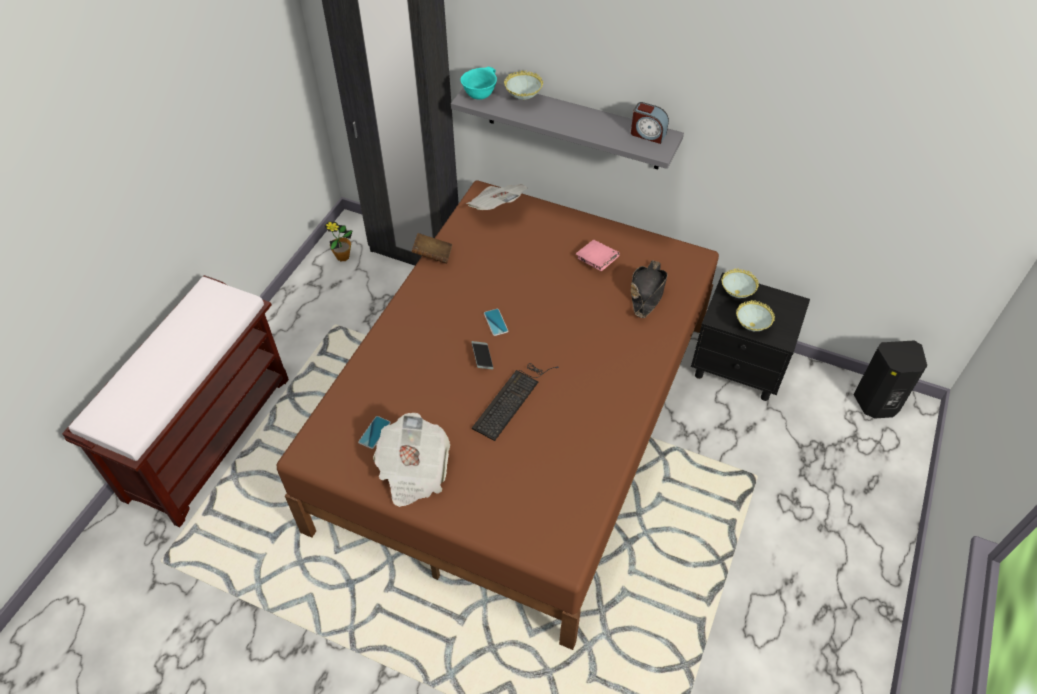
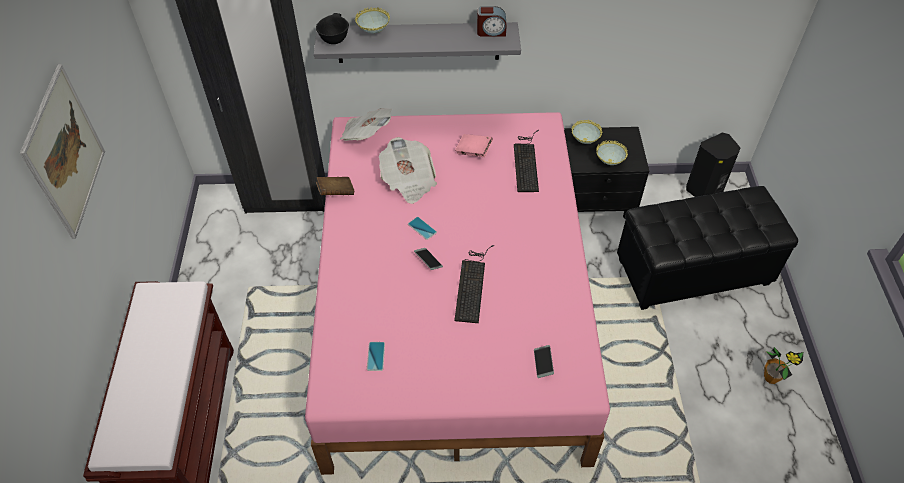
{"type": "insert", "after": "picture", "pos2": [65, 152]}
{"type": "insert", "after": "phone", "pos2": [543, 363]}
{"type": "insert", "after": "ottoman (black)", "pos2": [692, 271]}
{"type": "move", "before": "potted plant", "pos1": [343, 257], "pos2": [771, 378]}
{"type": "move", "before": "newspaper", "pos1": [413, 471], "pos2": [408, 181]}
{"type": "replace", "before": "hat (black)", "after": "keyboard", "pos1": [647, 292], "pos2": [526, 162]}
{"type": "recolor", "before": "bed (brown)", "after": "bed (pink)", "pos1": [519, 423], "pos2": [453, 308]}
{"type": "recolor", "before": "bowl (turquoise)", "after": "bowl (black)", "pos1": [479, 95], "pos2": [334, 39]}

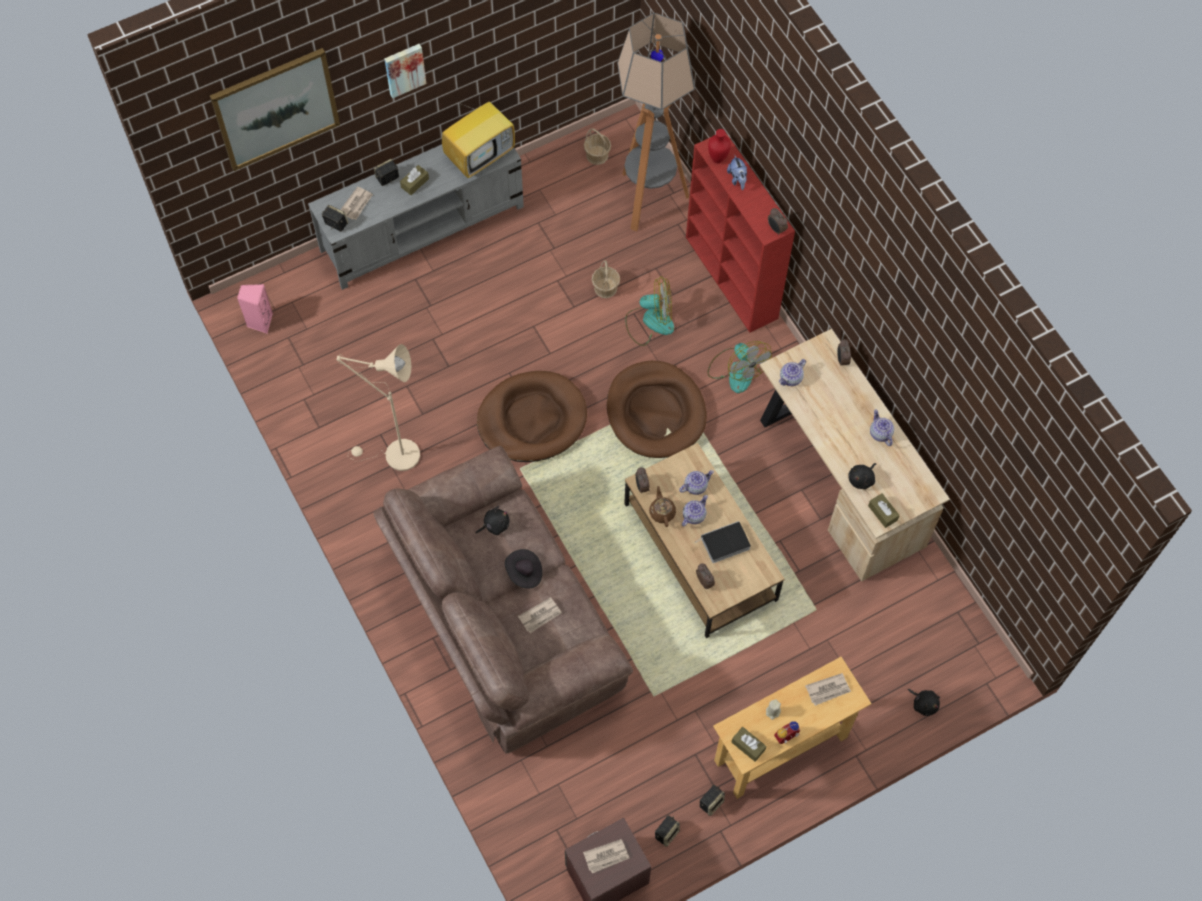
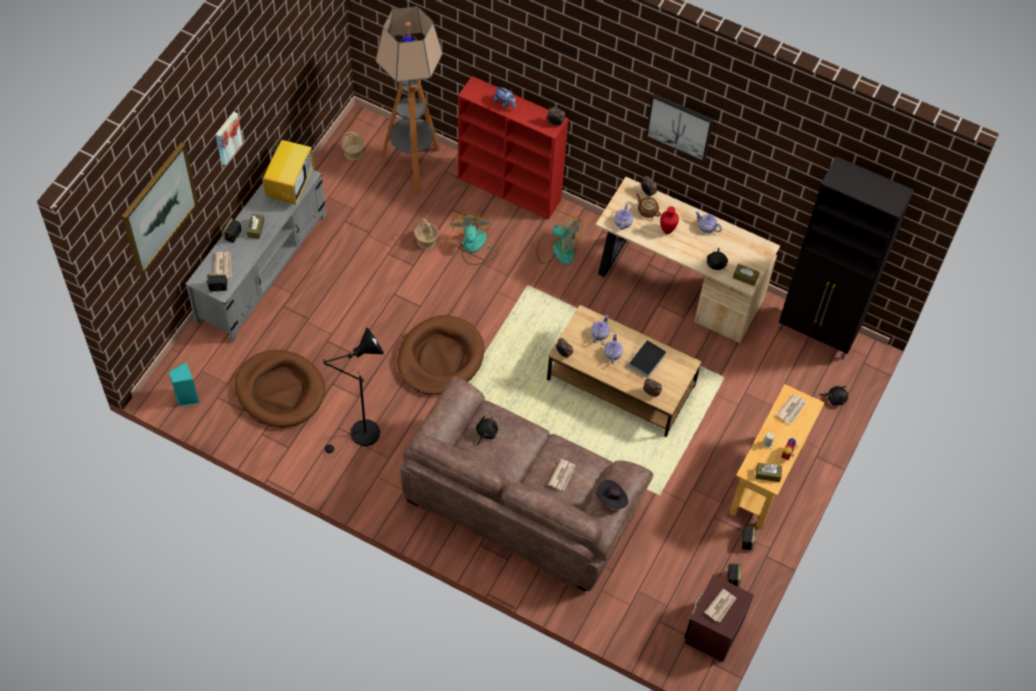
{"type": "insert", "after": "picture", "pos2": [680, 126]}
{"type": "insert", "after": "cabinet (black)", "pos2": [817, 335]}
{"type": "move", "before": "hat (black)", "pos1": [524, 573], "pos2": [612, 499]}
{"type": "move", "before": "dog bed (brown)", "pos1": [656, 412], "pos2": [280, 391]}
{"type": "move", "before": "teapot (brown)", "pos1": [662, 512], "pos2": [647, 210]}
{"type": "move", "before": "vase (red)", "pos1": [718, 159], "pos2": [667, 230]}
{"type": "recolor", "before": "speaker (pink)", "after": "speaker (turquoise)", "pos1": [259, 321], "pos2": [187, 397]}
{"type": "recolor", "before": "floor lamp (beige)", "after": "floor lamp (black)", "pos1": [395, 456], "pos2": [360, 436]}
{"type": "rotate", "before": "fan", "pos1": [650, 321], "pos2": [474, 247], "turn": -60}

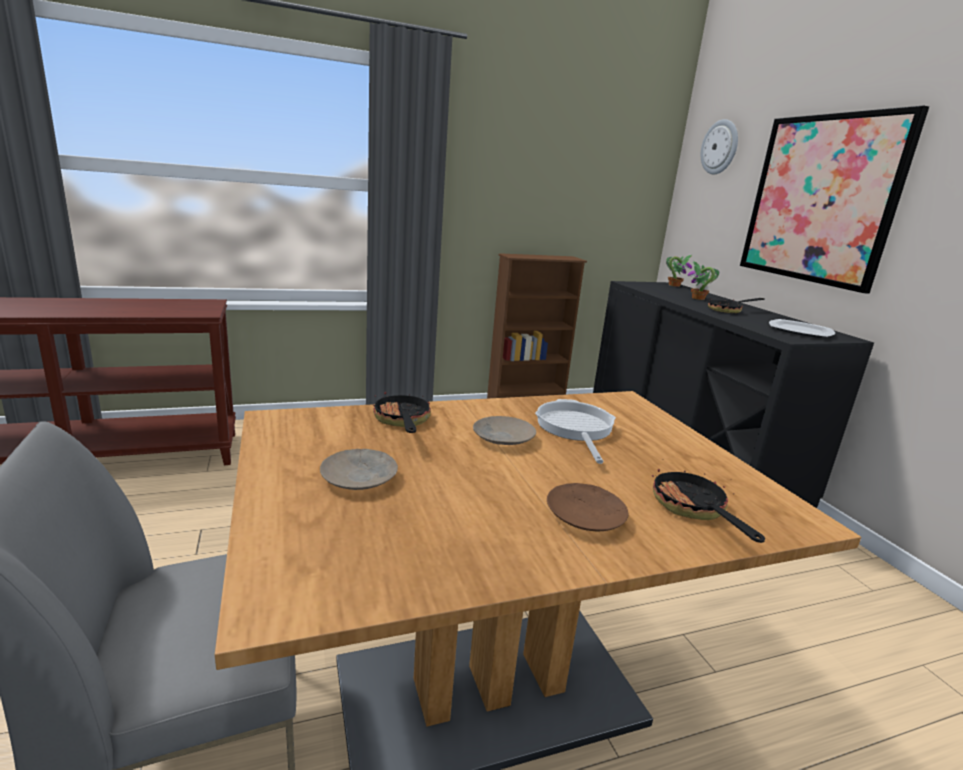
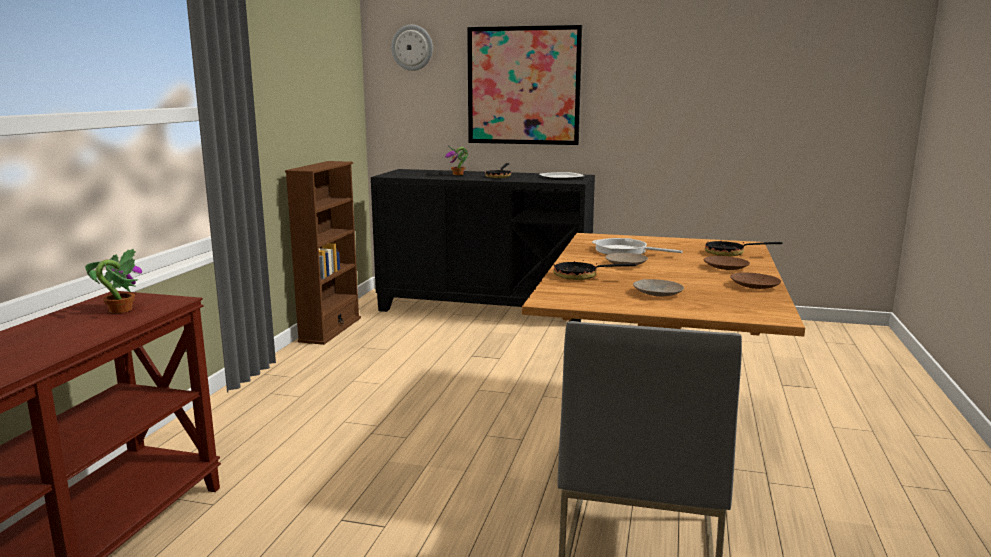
{"type": "insert", "after": "plate (brown)", "pos2": [754, 286]}
{"type": "move", "before": "potted plant", "pos1": [674, 285], "pos2": [120, 310]}

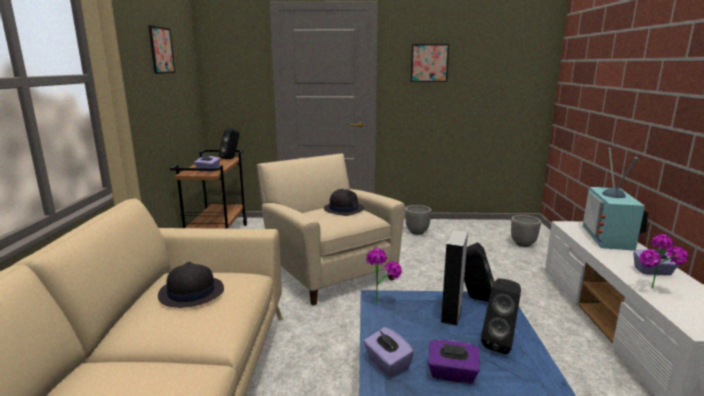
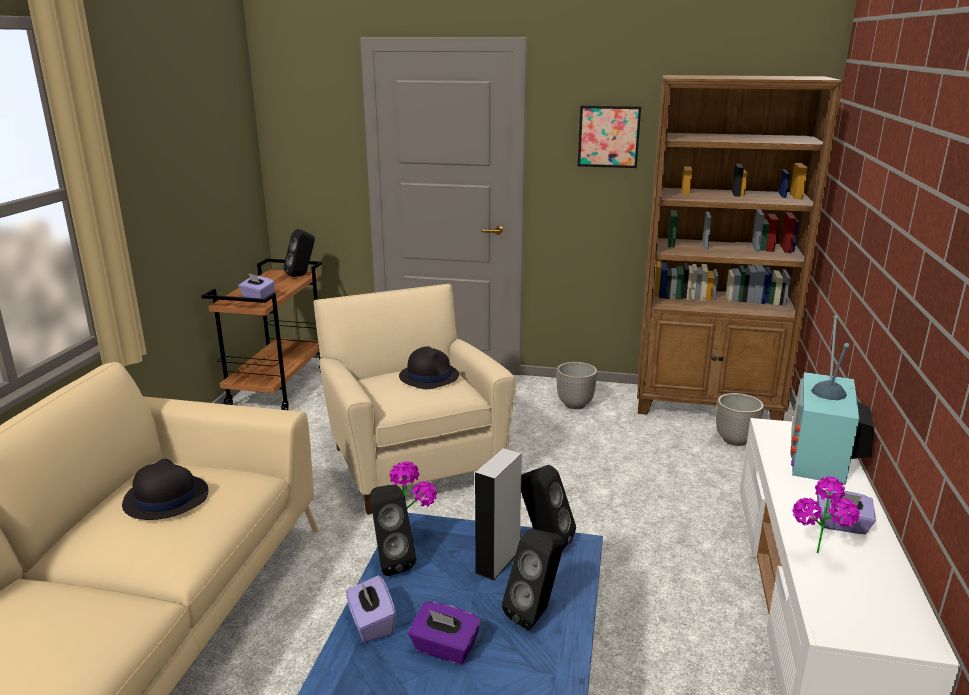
{"type": "delete", "before": "picture", "pos1": [161, 50]}
{"type": "insert", "after": "speaker (black)", "pos2": [390, 562]}
{"type": "insert", "after": "bookcase (brown)", "pos2": [707, 406]}

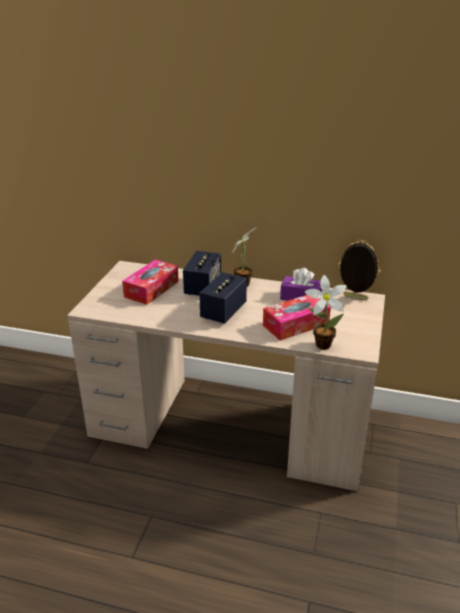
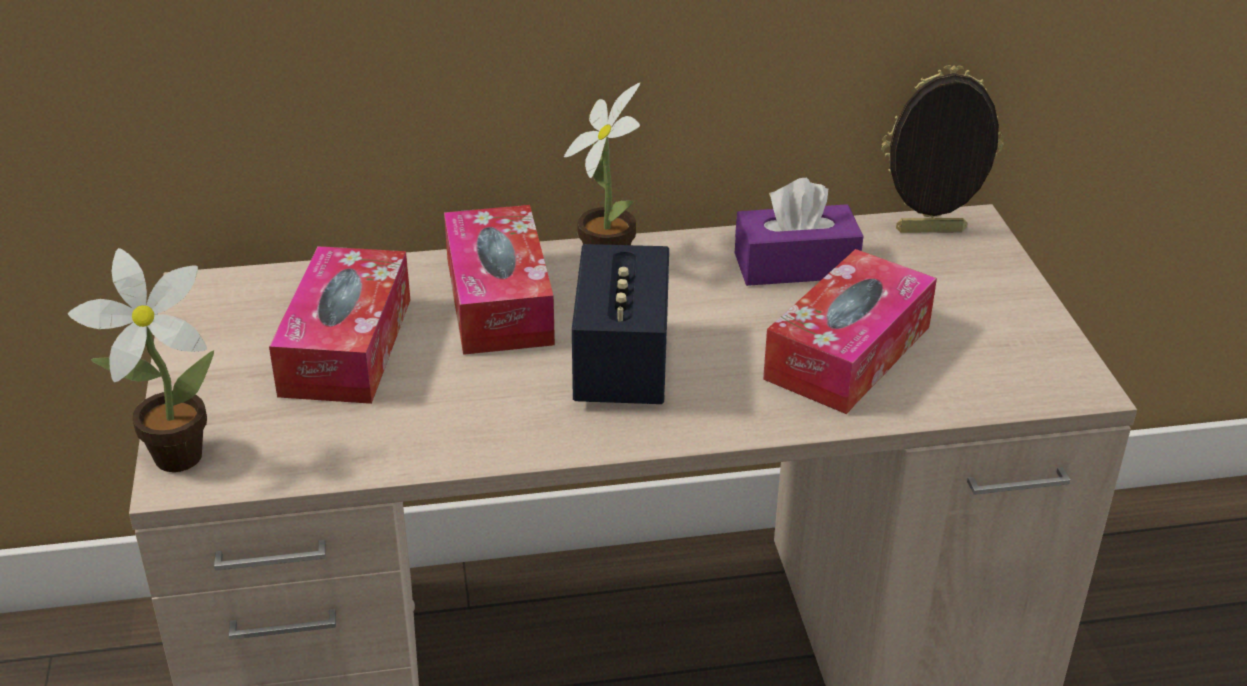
{"type": "move", "before": "potted plant", "pos1": [320, 344], "pos2": [169, 456]}
{"type": "replace", "before": "speaker", "after": "tissue box", "pos1": [203, 287], "pos2": [499, 300]}

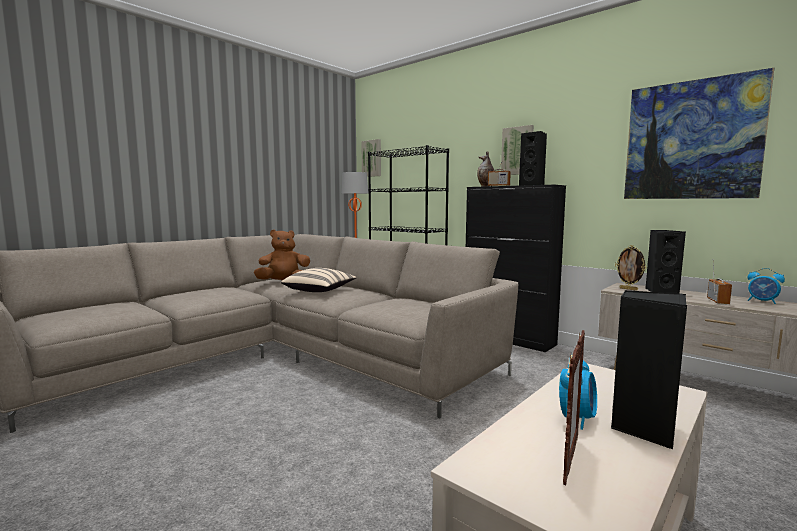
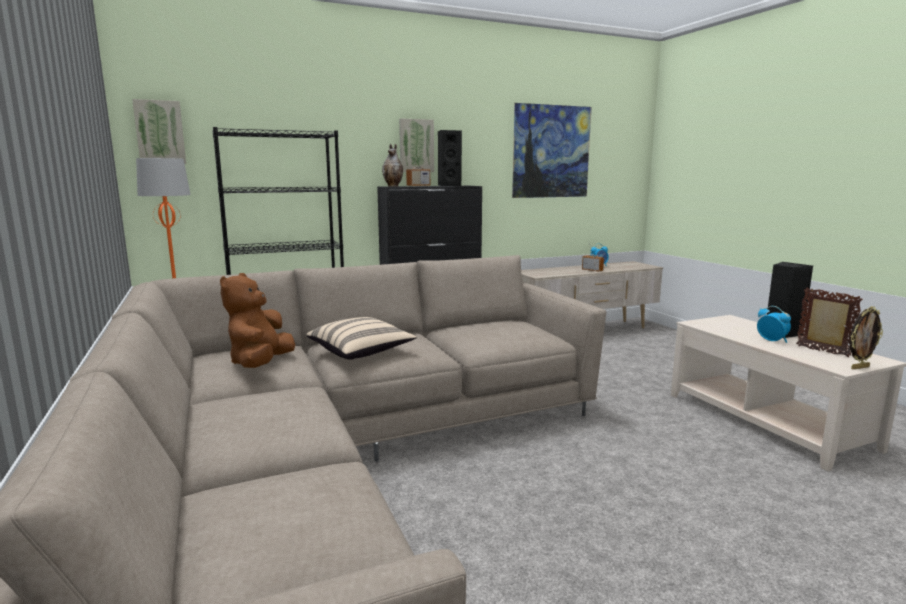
{"type": "delete", "before": "speaker (black)", "pos1": [660, 291]}
{"type": "move", "before": "picture frame", "pos1": [628, 289], "pos2": [859, 367]}

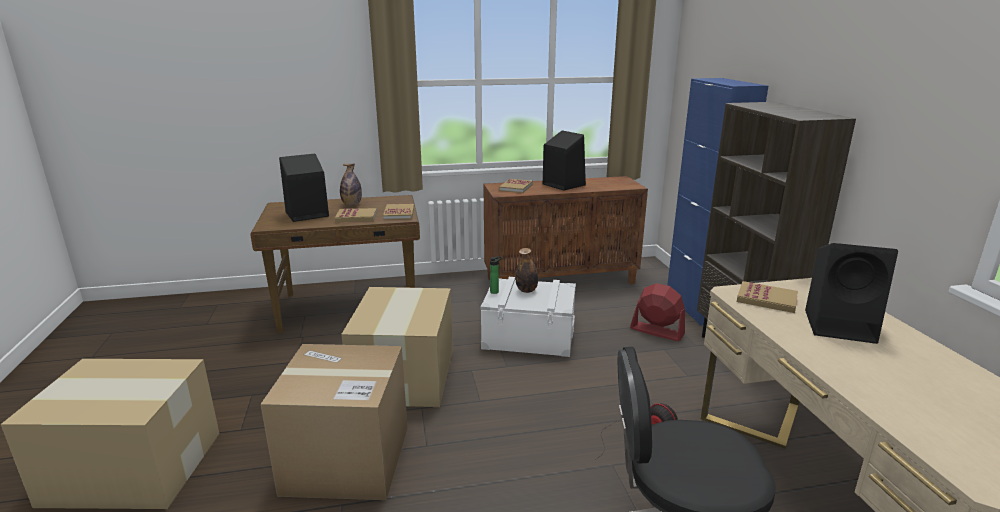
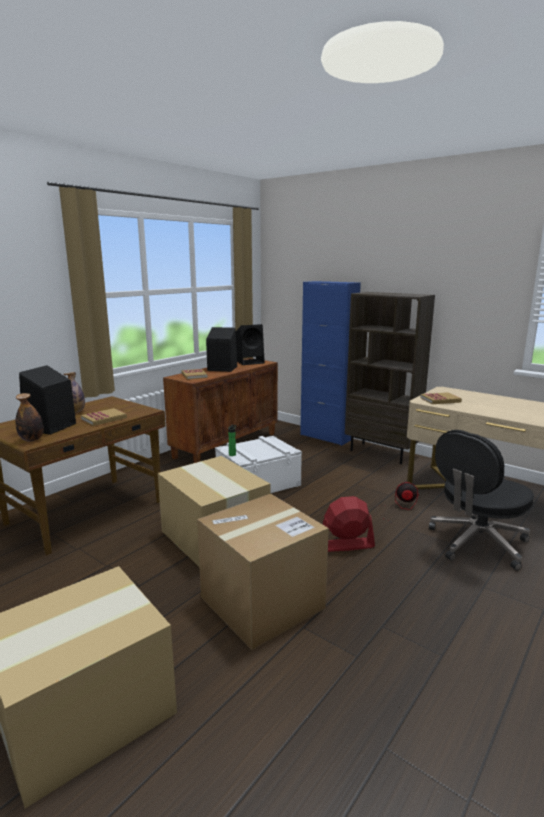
{"type": "delete", "before": "book", "pos1": [399, 213]}
{"type": "move", "before": "bottle", "pos1": [526, 290], "pos2": [32, 439]}
{"type": "move", "before": "fan (red)", "pos1": [656, 331], "pos2": [346, 545]}
{"type": "move", "before": "speaker (black)", "pos1": [841, 326], "pos2": [250, 362]}

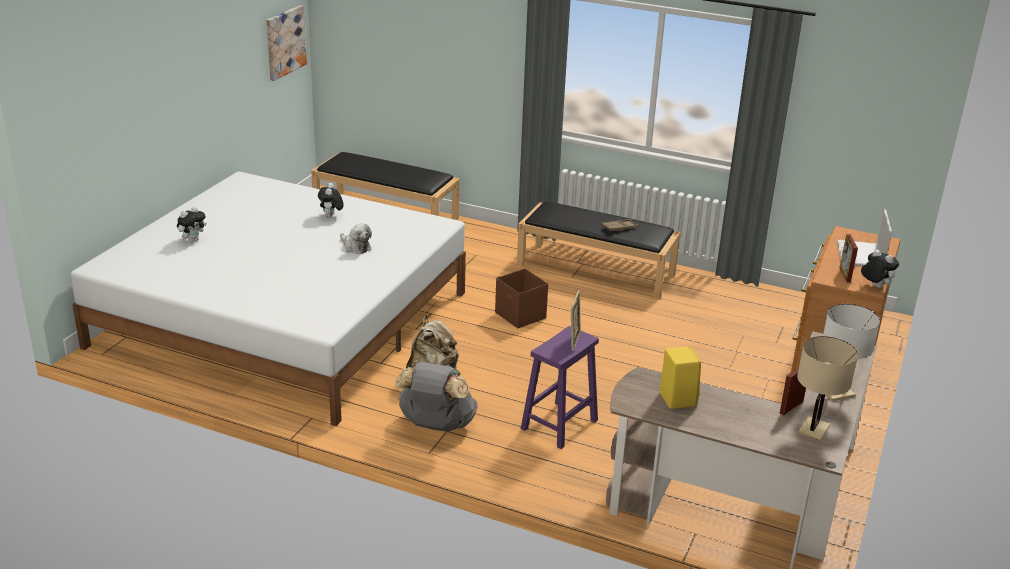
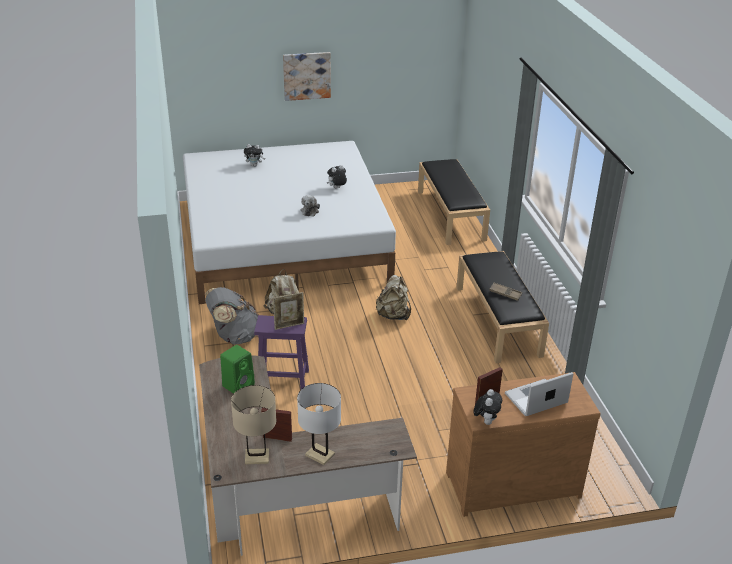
{"type": "move", "before": "picture", "pos1": [285, 42], "pos2": [306, 75]}
{"type": "replace", "before": "storage box (brown)", "after": "backpack (beige)", "pos1": [520, 316], "pos2": [393, 315]}
{"type": "recolor", "before": "speaker (yellow)", "after": "speaker (green)", "pos1": [676, 398], "pos2": [239, 385]}

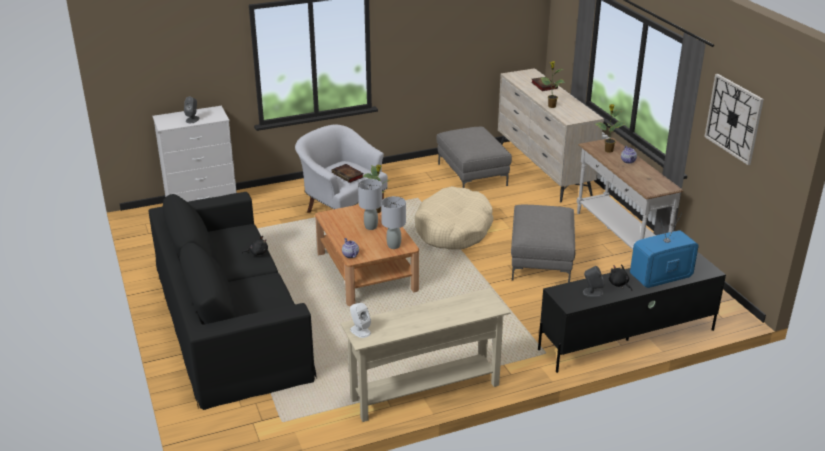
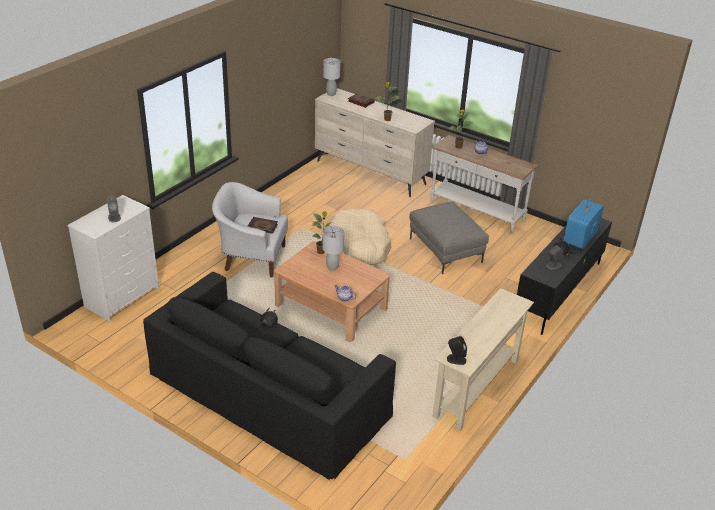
{"type": "delete", "before": "ottoman (grey)", "pos1": [473, 175]}
{"type": "delete", "before": "wall clock", "pos1": [733, 118]}
{"type": "move", "before": "table lamp (grey)", "pos1": [394, 246], "pos2": [331, 94]}
{"type": "recolor", "before": "speaker (white)", "after": "speaker (black)", "pos1": [360, 331], "pos2": [456, 359]}

